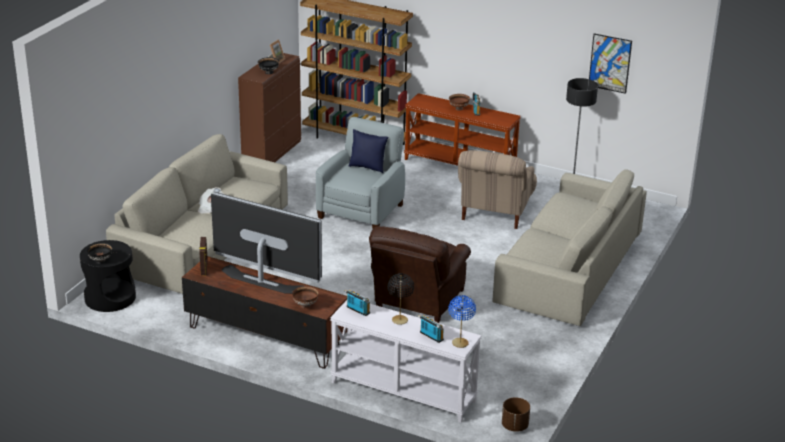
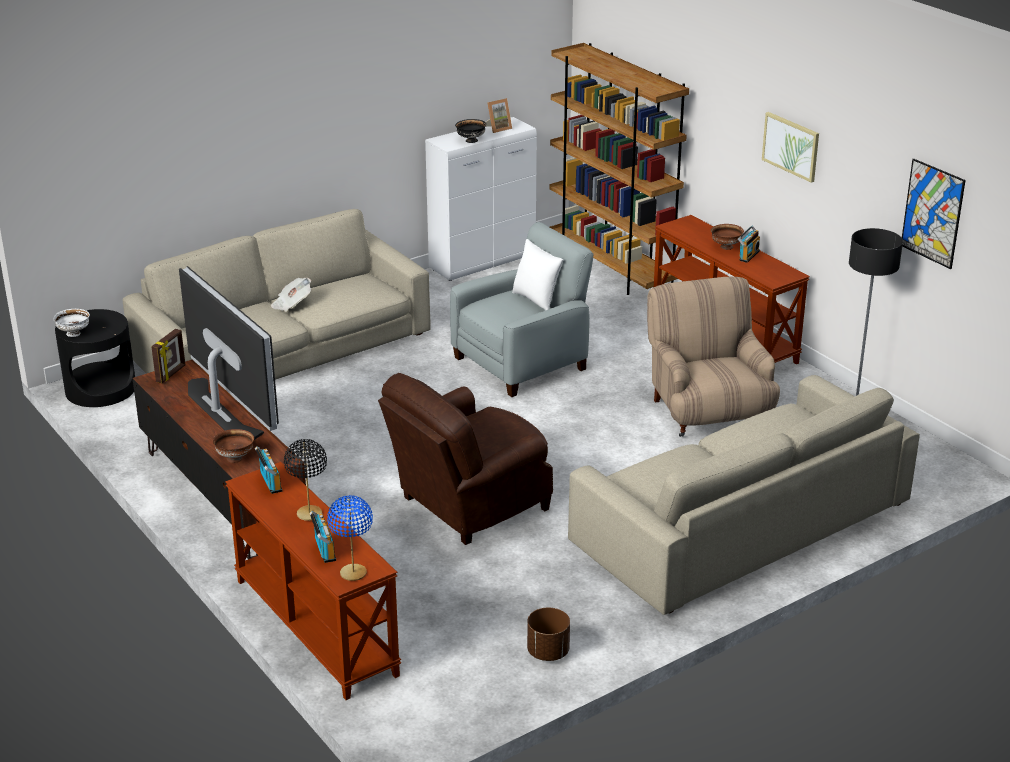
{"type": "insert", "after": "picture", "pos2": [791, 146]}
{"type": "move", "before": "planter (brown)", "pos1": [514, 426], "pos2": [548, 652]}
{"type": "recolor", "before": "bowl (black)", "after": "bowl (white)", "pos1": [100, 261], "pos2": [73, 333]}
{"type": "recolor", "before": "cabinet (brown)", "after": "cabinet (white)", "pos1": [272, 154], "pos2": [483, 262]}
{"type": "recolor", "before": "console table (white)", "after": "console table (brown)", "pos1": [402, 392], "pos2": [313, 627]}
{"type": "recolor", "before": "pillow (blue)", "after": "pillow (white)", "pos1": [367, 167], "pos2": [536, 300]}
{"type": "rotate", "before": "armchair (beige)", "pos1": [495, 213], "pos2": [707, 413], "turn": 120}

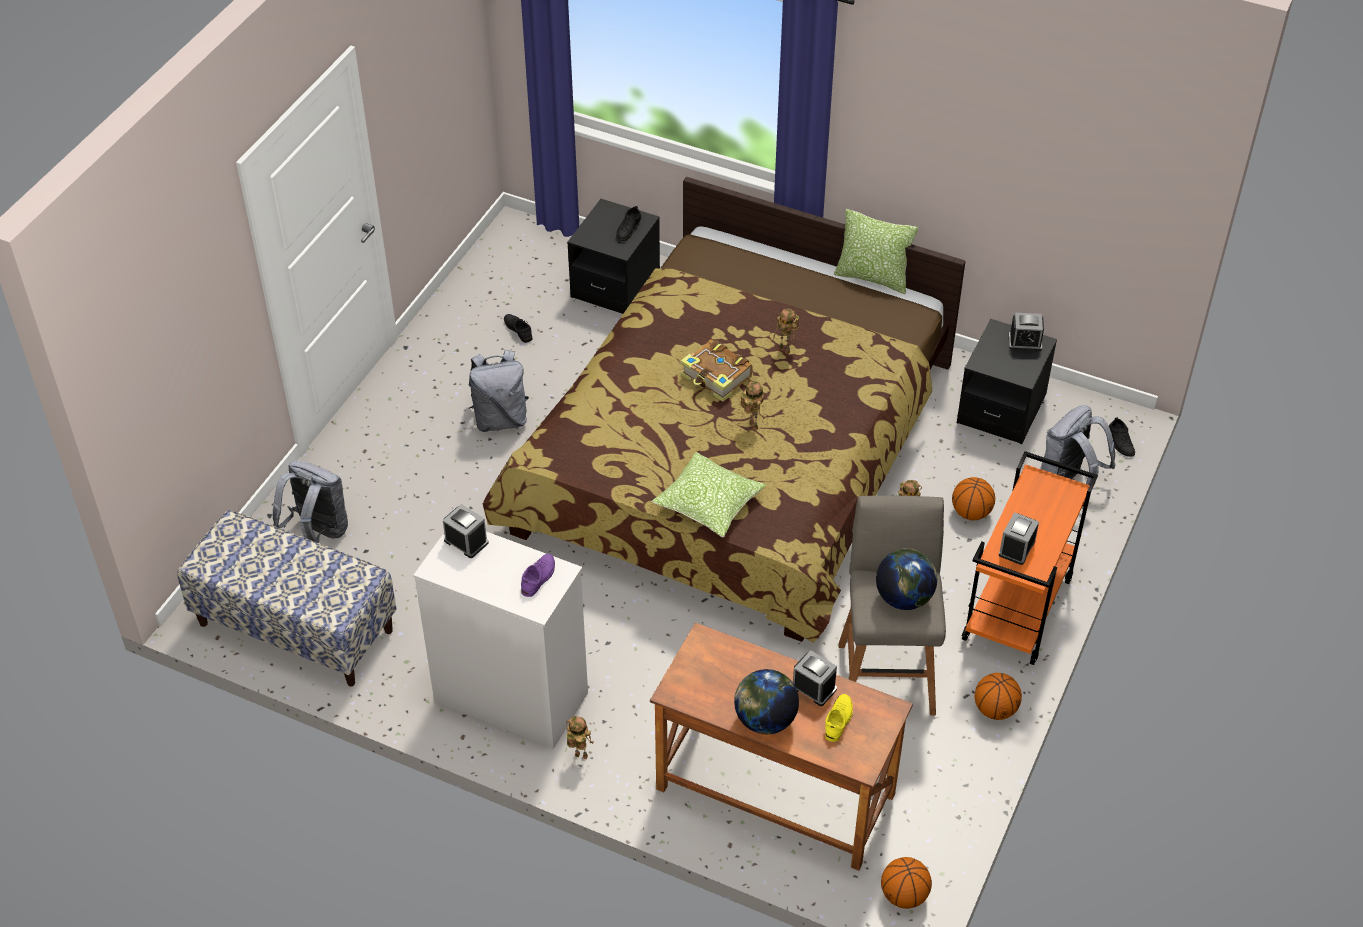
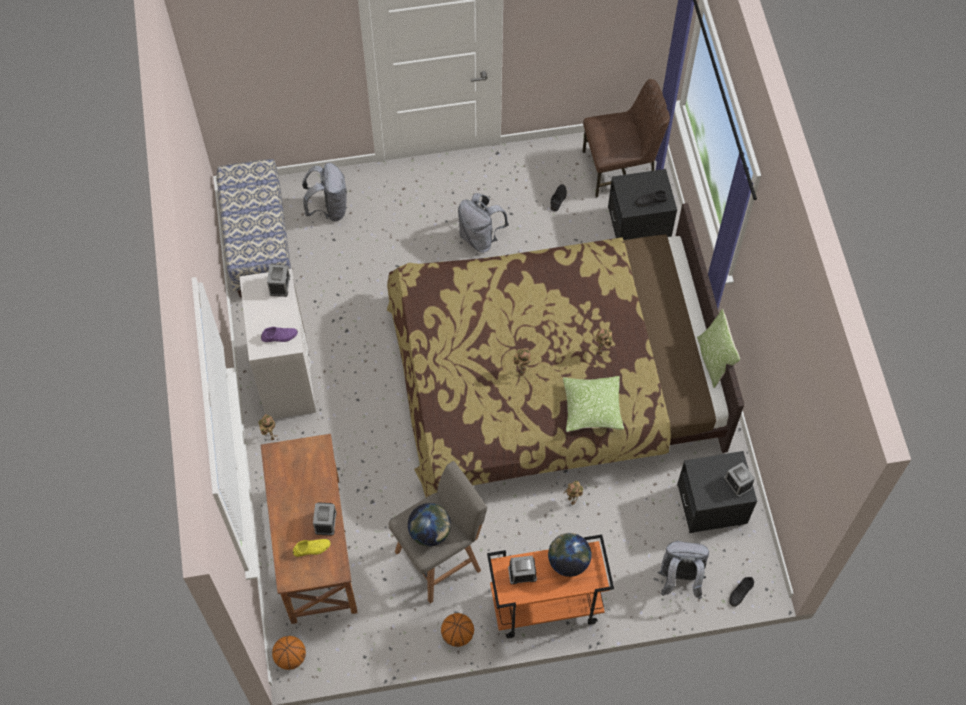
{"type": "delete", "before": "book", "pos1": [716, 378]}
{"type": "delete", "before": "basketball", "pos1": [971, 513]}
{"type": "insert", "after": "chair (brown)", "pos2": [620, 169]}
{"type": "move", "before": "pillow", "pos1": [709, 503], "pos2": [592, 408]}
{"type": "move", "before": "globe", "pos1": [765, 720], "pos2": [568, 562]}

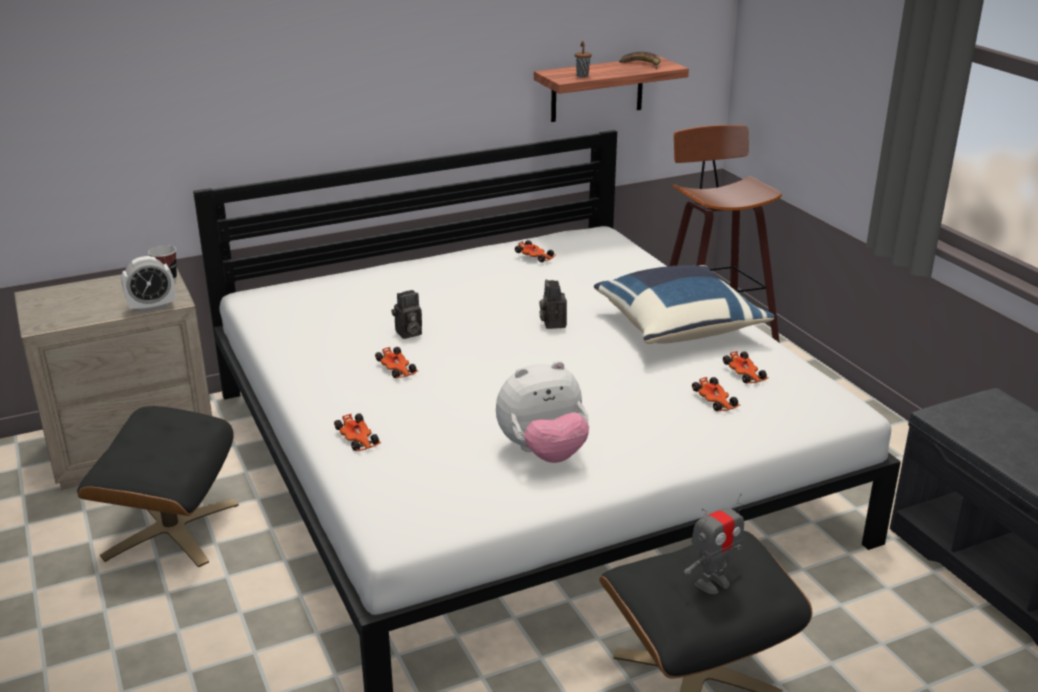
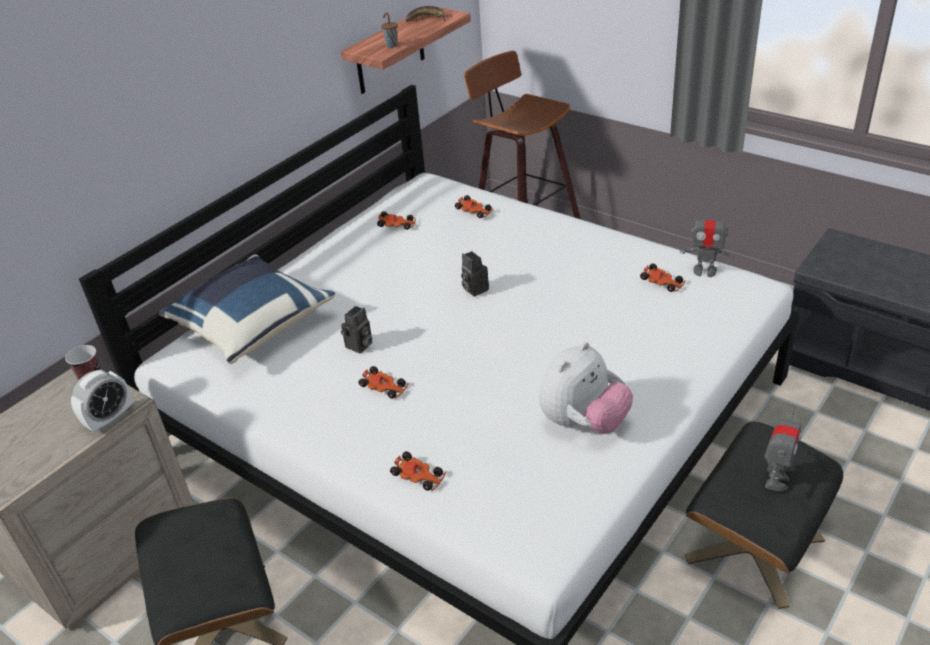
{"type": "insert", "after": "toy robot", "pos2": [704, 271]}
{"type": "move", "before": "pillow (blue)", "pos1": [677, 327], "pos2": [251, 326]}
{"type": "move", "before": "toy car", "pos1": [715, 400], "pos2": [474, 211]}

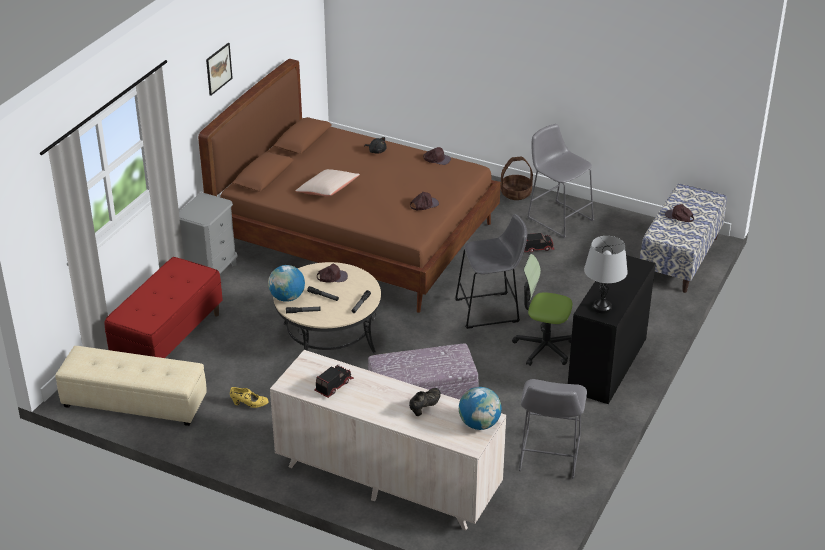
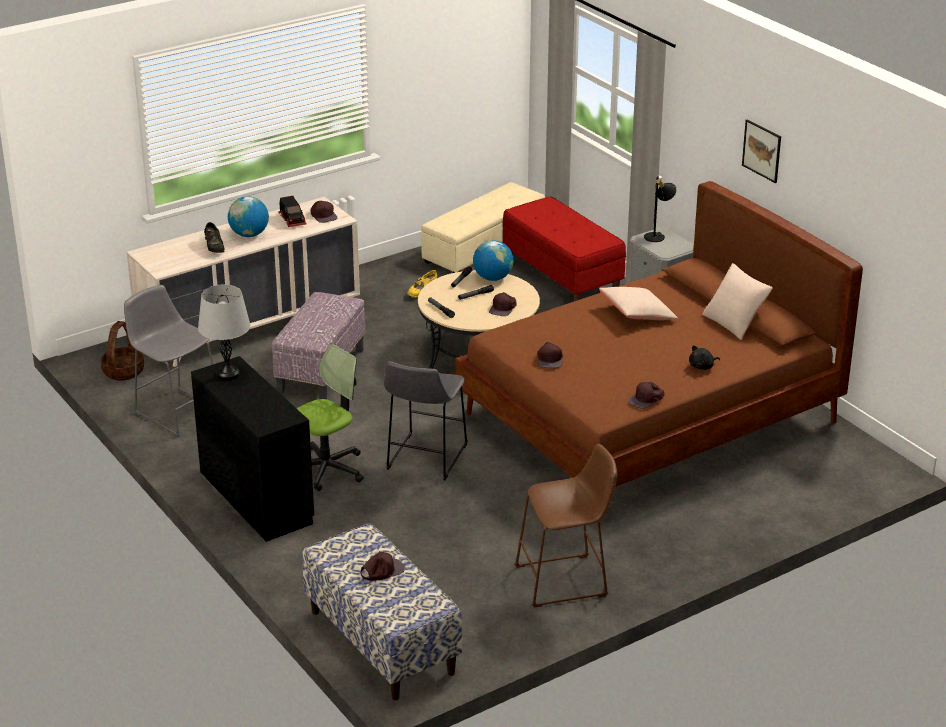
{"type": "delete", "before": "toy truck", "pos1": [537, 248]}
{"type": "insert", "after": "cap (brown)", "pos2": [323, 215]}
{"type": "insert", "after": "table lamp (black)", "pos2": [658, 236]}
{"type": "insert", "after": "pillow (beige)", "pos2": [735, 322]}
{"type": "move", "before": "globe", "pos1": [479, 424], "pos2": [249, 235]}
{"type": "move", "before": "basket", "pos1": [515, 193], "pos2": [123, 371]}
{"type": "recolor", "before": "stool (grey)", "after": "stool (brown)", "pos1": [557, 218], "pos2": [566, 581]}

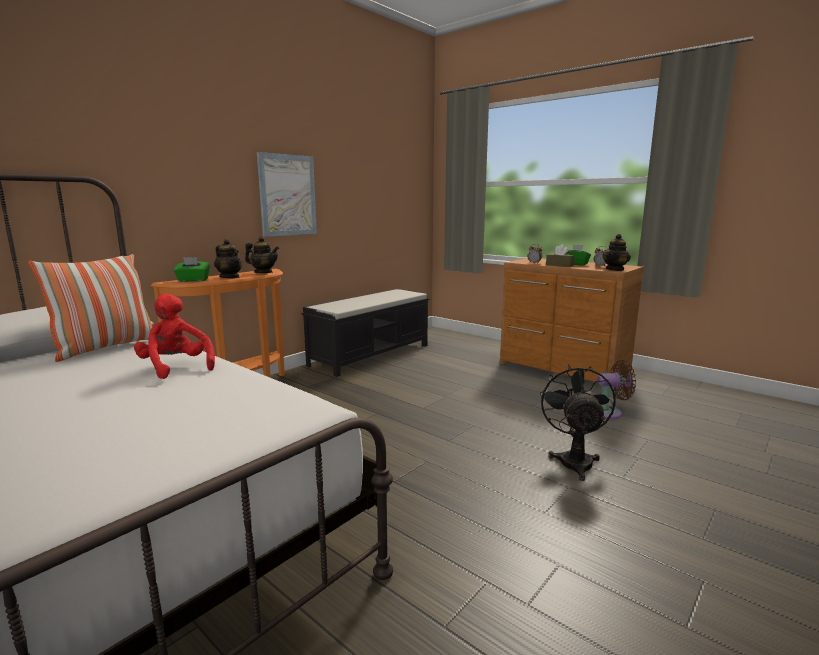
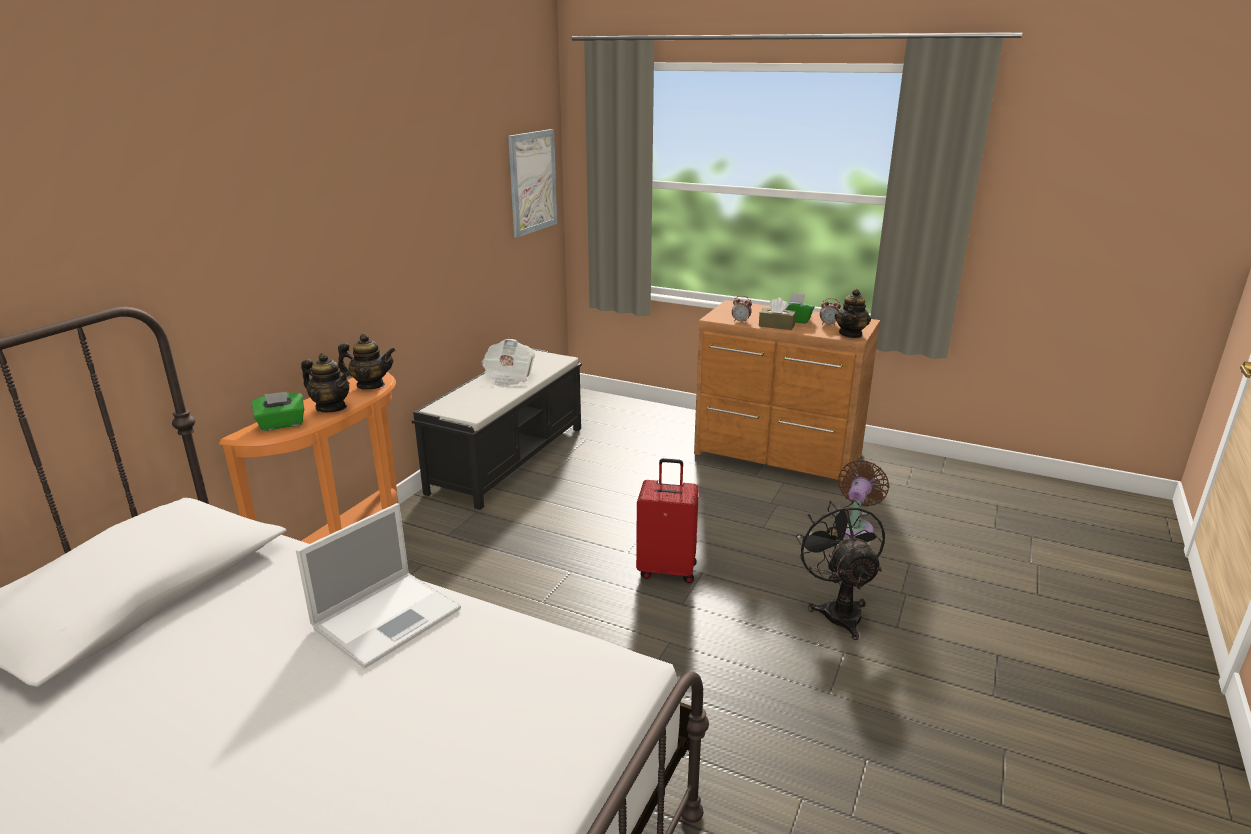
{"type": "delete", "before": "pillow", "pos1": [106, 348]}
{"type": "insert", "after": "newspaper", "pos2": [508, 378]}
{"type": "insert", "after": "suitcase (red)", "pos2": [667, 569]}
{"type": "move", "before": "picture", "pos1": [287, 195], "pos2": [532, 182]}
{"type": "replace", "before": "plush toy (red)", "after": "laptop", "pos1": [176, 367], "pos2": [389, 617]}
{"type": "rotate", "before": "fan (brown)", "pos1": [609, 412], "pos2": [855, 526], "turn": -45}

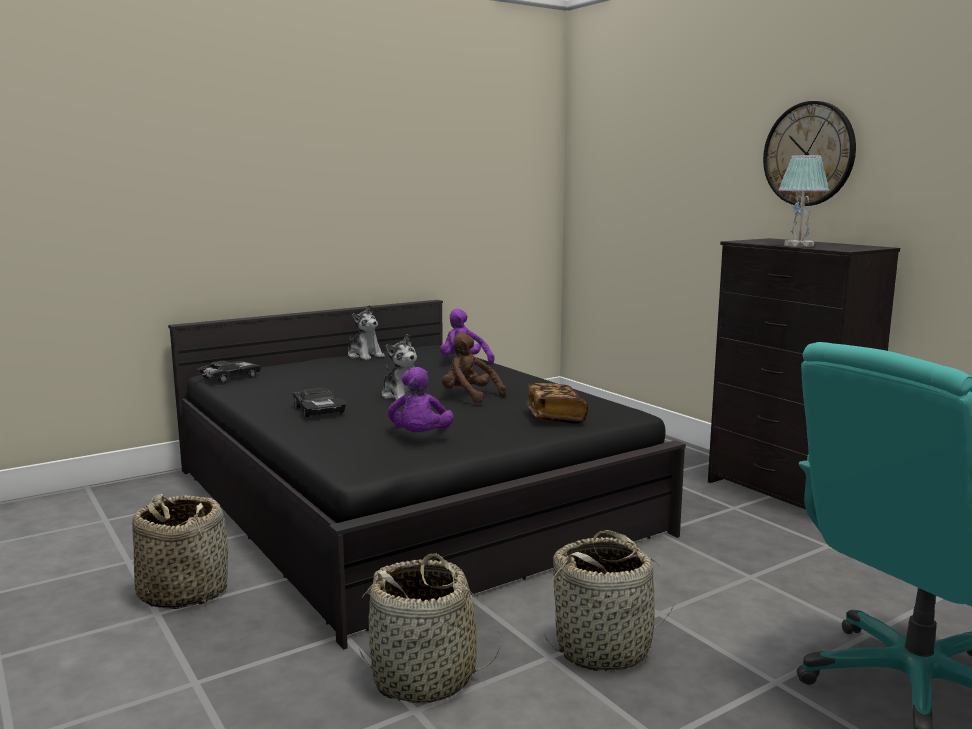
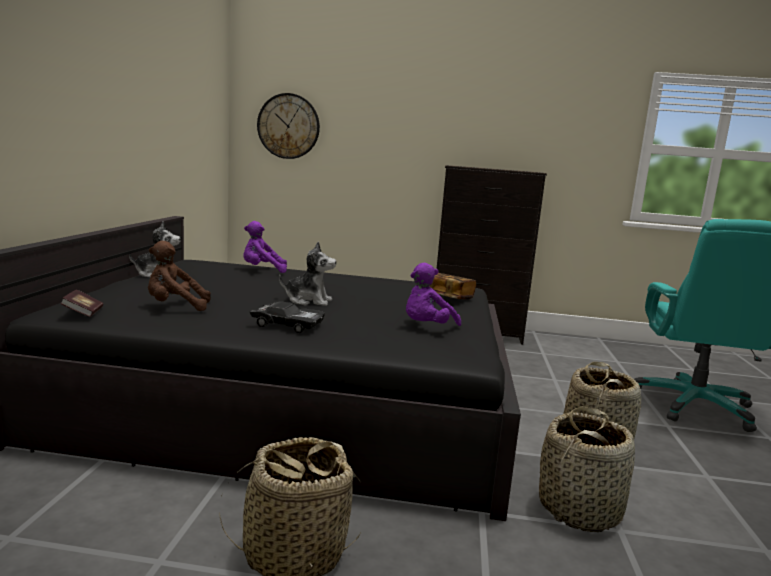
{"type": "delete", "before": "table lamp", "pos1": [799, 245]}
{"type": "move", "before": "plush toy (brown)", "pos1": [469, 396], "pos2": [175, 307]}
{"type": "move", "before": "wall clock", "pos1": [809, 154], "pos2": [288, 126]}
{"type": "replace", "before": "toy car (black)", "after": "book", "pos1": [229, 378], "pos2": [83, 313]}
{"type": "rotate", "before": "plush toy (purple)", "pos1": [420, 437], "pos2": [426, 328], "turn": 90}

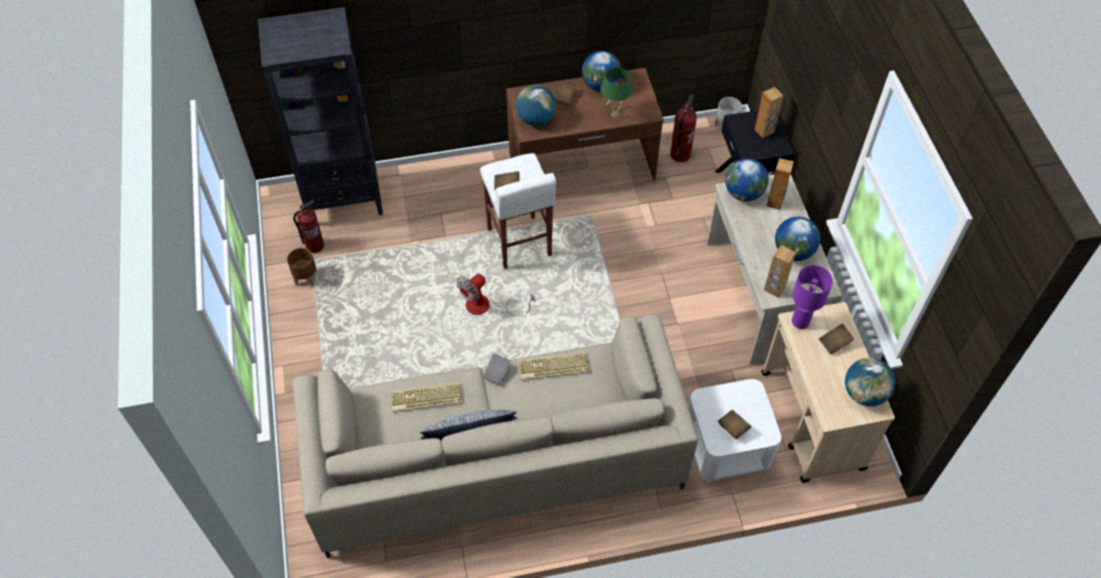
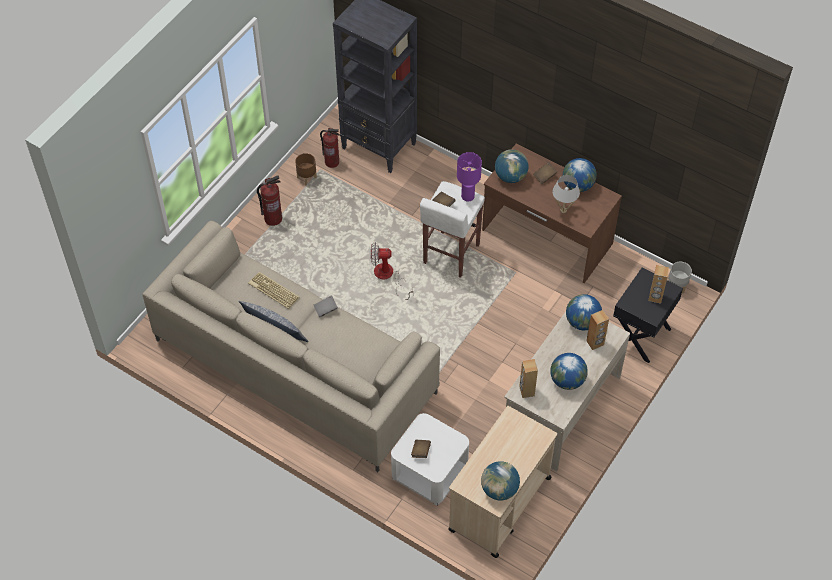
{"type": "delete", "before": "keyboard", "pos1": [552, 367]}
{"type": "delete", "before": "book (brown)", "pos1": [834, 343]}
{"type": "move", "before": "fire extinguisher", "pos1": [680, 154], "pos2": [273, 219]}
{"type": "move", "before": "table lamp (purple)", "pos1": [800, 321], "pos2": [467, 196]}
{"type": "recolor", "before": "table lamp (green)", "after": "table lamp (white)", "pos1": [614, 114], "pos2": [563, 210]}

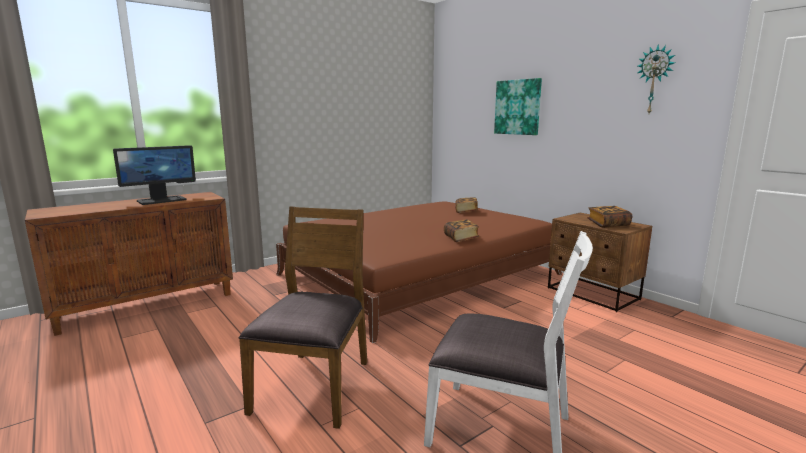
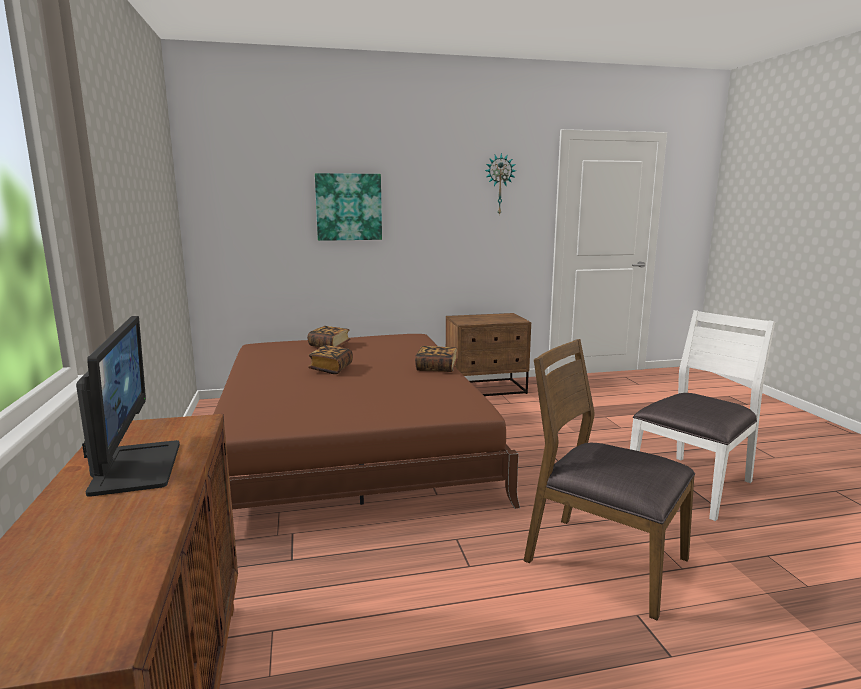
{"type": "move", "before": "book", "pos1": [608, 224], "pos2": [331, 369]}

